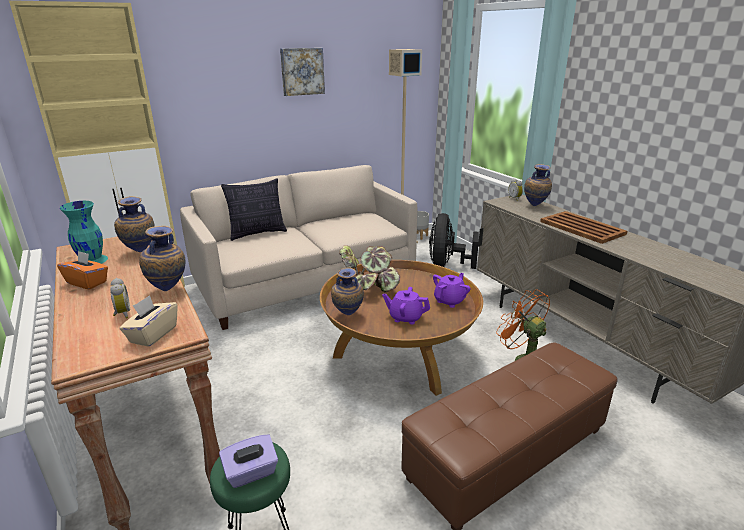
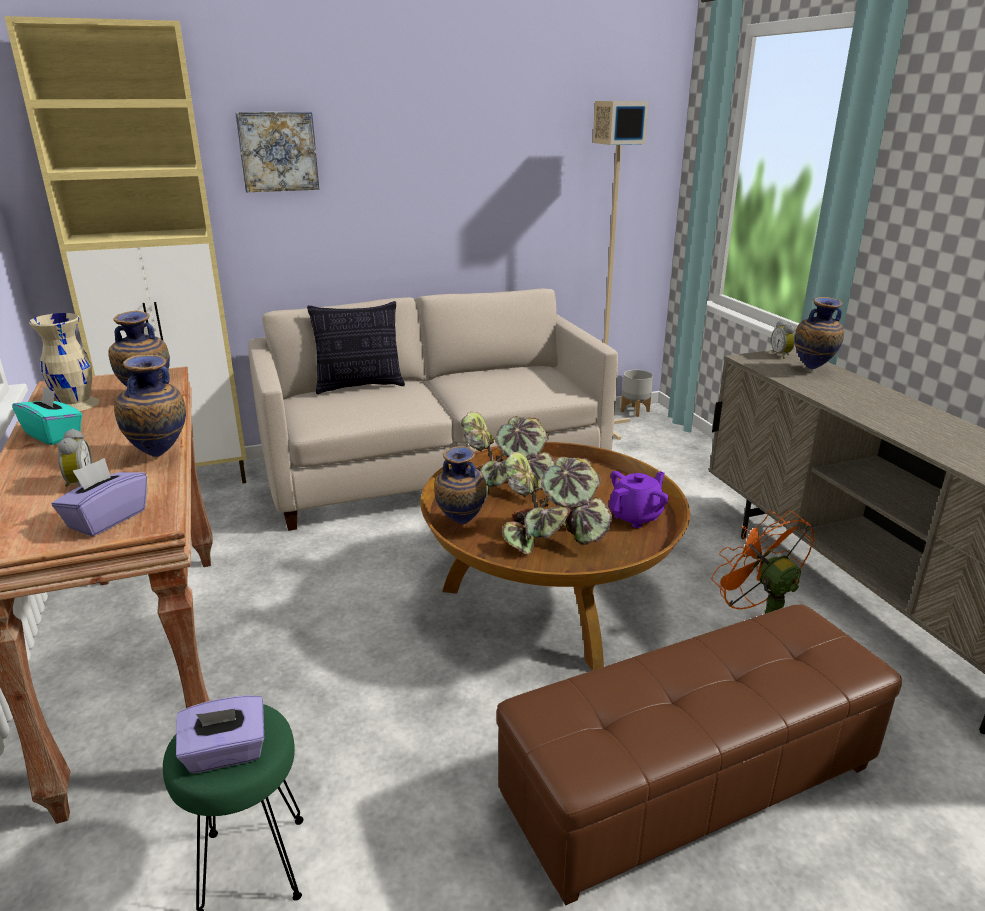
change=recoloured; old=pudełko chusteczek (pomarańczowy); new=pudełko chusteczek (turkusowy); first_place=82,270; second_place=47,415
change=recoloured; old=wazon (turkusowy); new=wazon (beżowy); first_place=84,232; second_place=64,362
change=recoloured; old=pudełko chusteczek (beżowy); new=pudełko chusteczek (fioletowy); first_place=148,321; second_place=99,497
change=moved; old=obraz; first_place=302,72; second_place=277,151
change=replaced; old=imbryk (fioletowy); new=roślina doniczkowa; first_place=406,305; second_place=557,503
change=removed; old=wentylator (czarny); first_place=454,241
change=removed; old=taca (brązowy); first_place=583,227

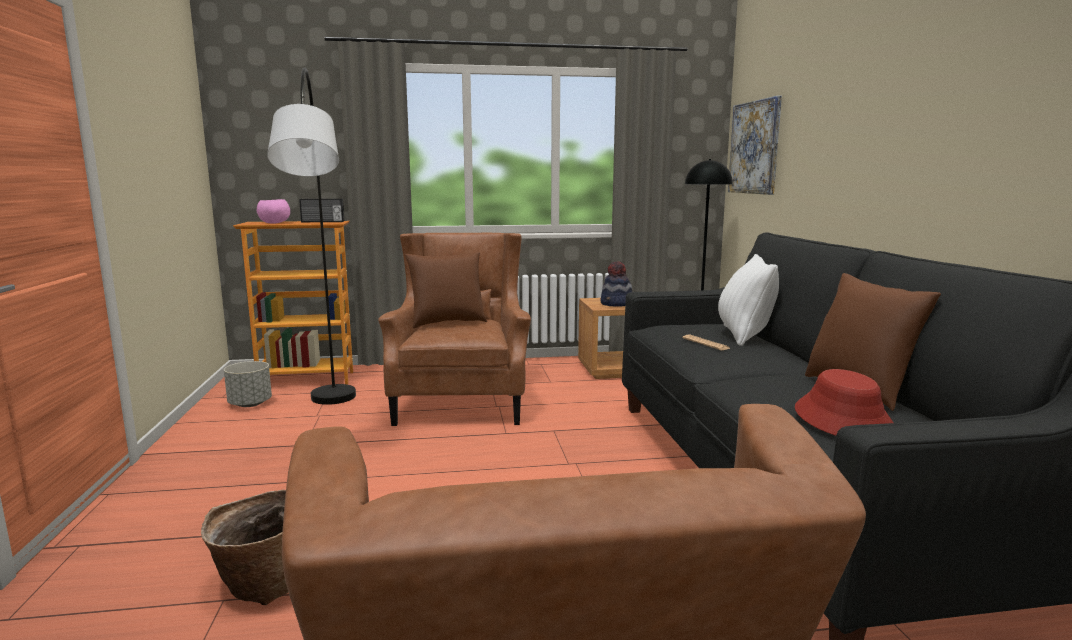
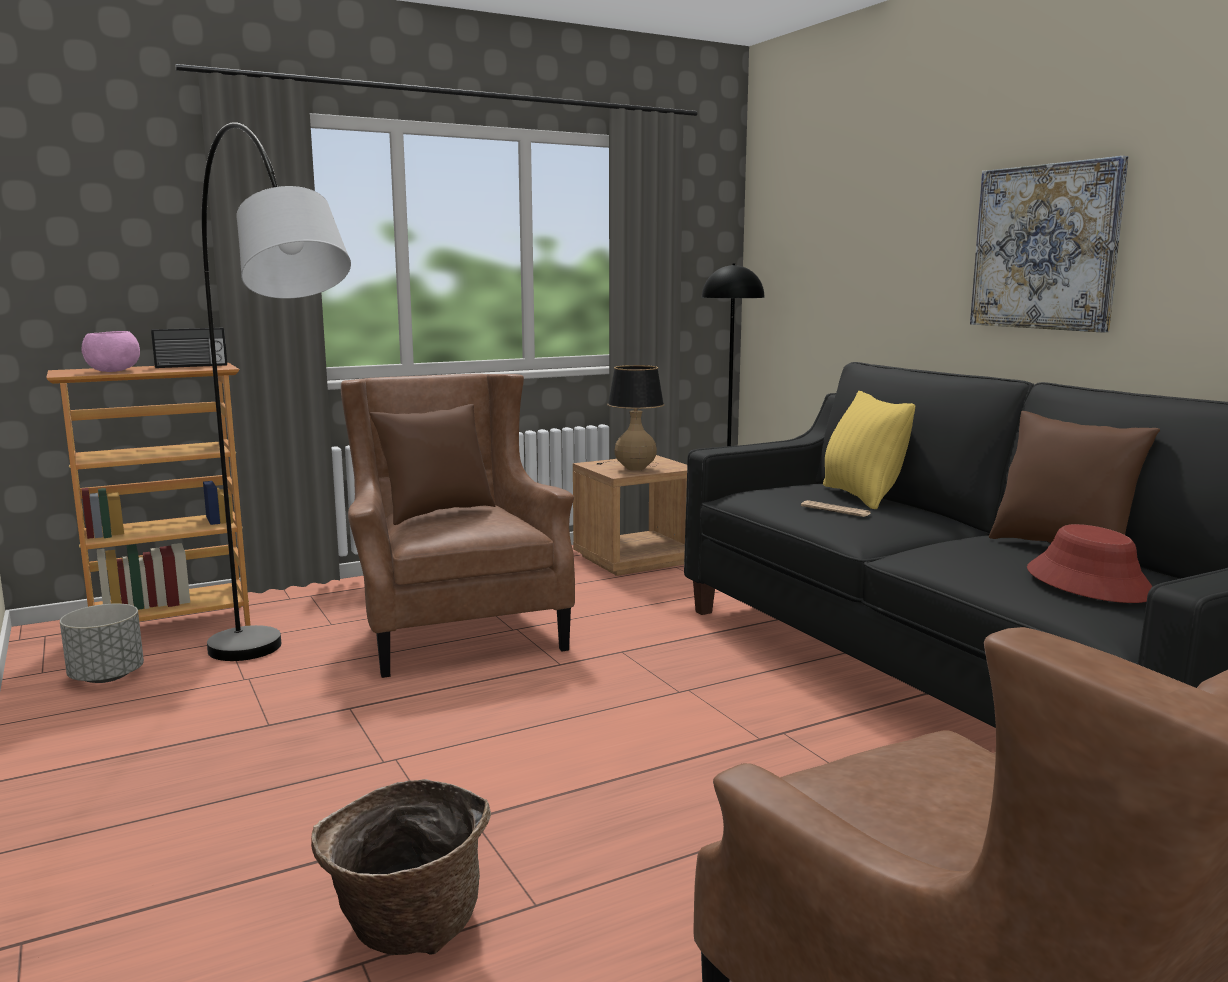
change=replaced; old=kapelusz; new=lampa stołowa; first_place=616,284; second_place=630,418
change=recoloured; old=poduszka (biały); new=poduszka (żółty); first_place=748,300; second_place=869,450
change=moved; old=obraz; first_place=755,145; second_place=1049,244

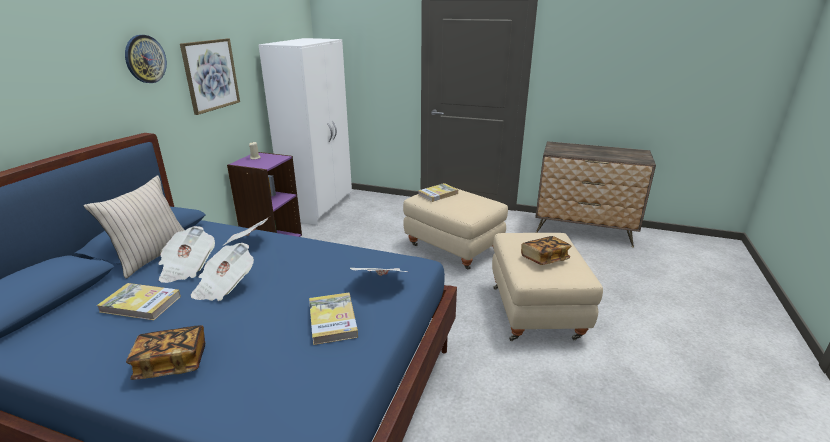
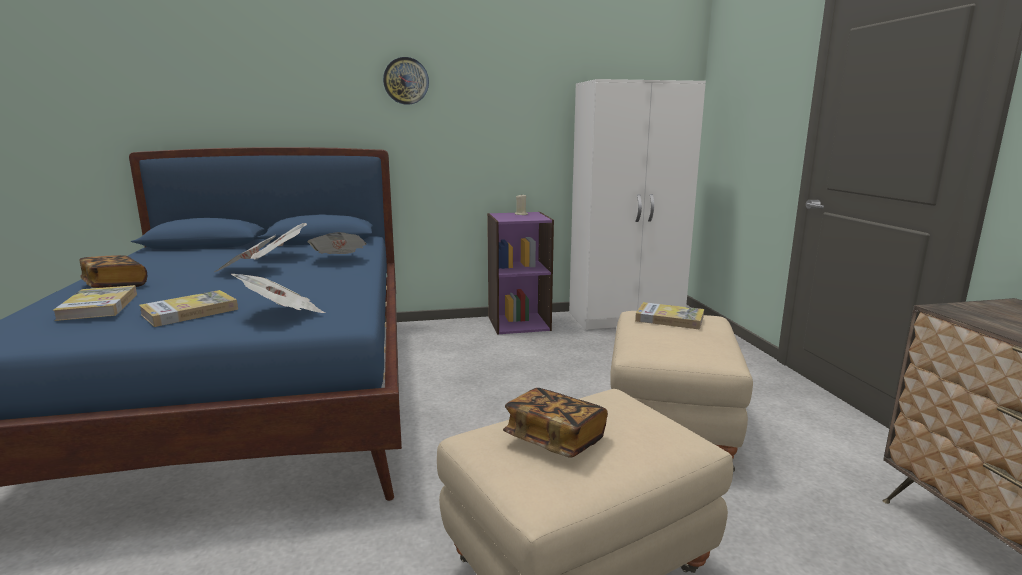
change=removed; old=poduszka (beżowy); first_place=133,227
change=moved; old=książka; first_place=139,301; second_place=94,303
change=removed; old=obraz; first_place=210,76

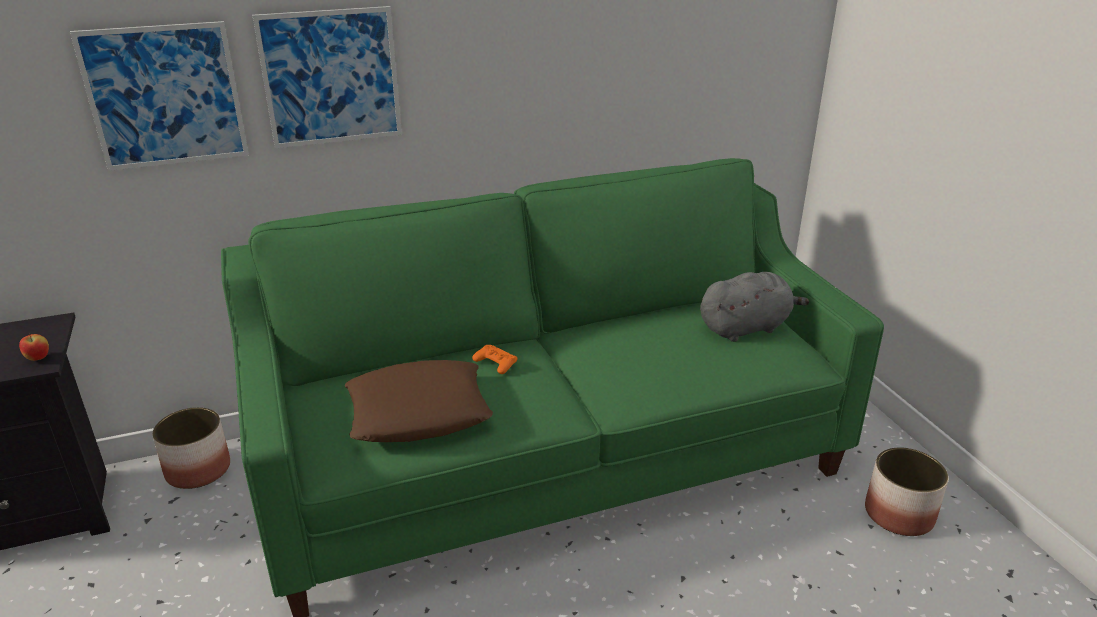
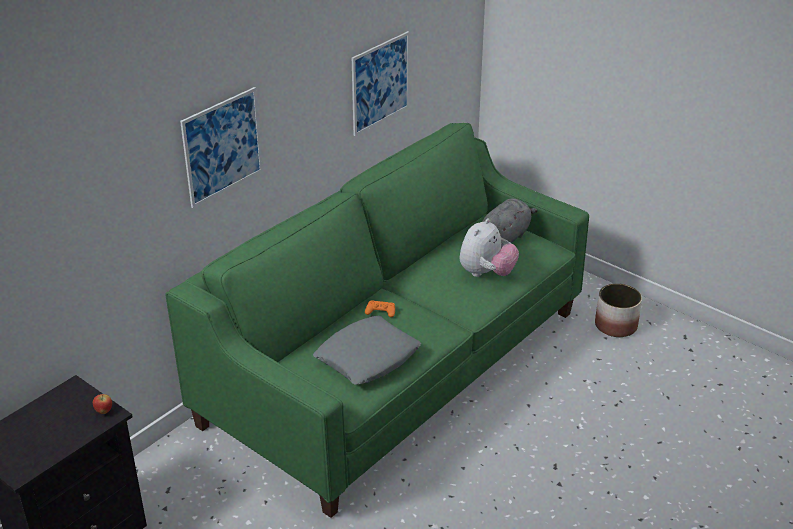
change=moved; old=obraz; first_place=159,96; second_place=380,83
change=removed; old=donica; first_place=191,448
change=recoloured; old=poduszka (brązowy); new=poduszka (szary); first_place=419,401; second_place=367,350
change=added; new=pluszak; second_place=489,247

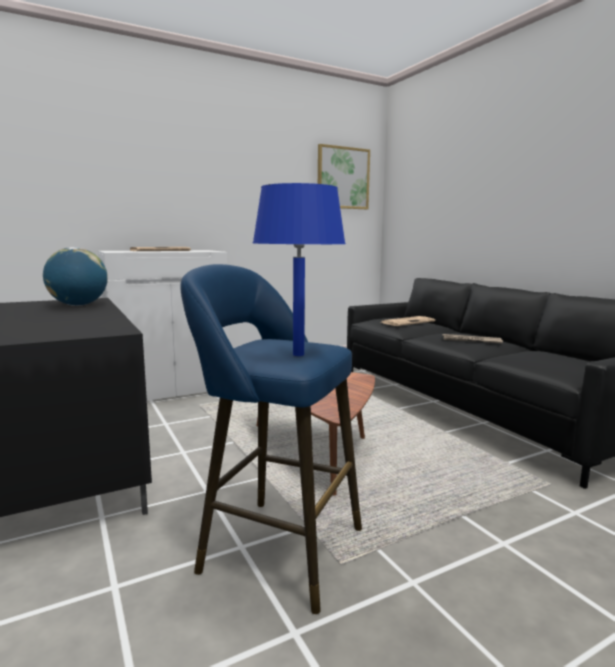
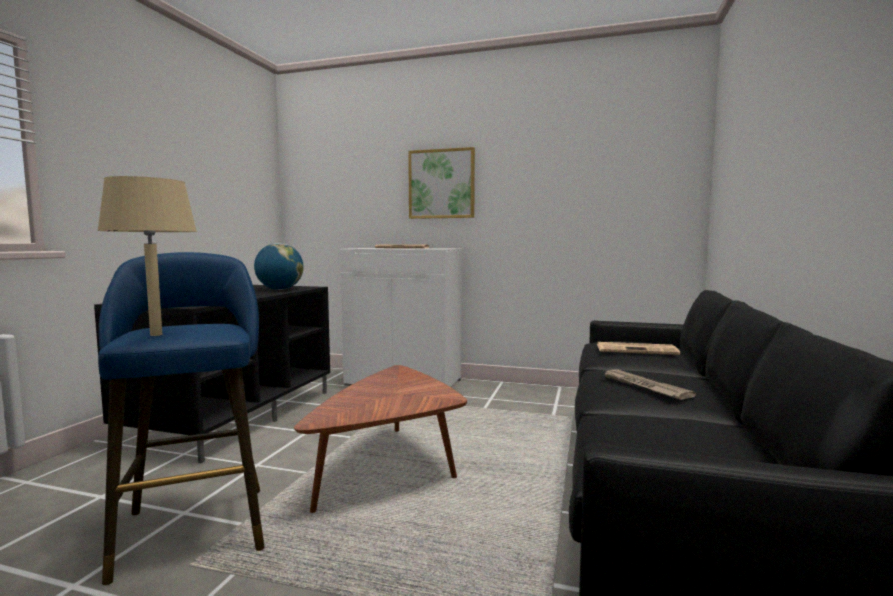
change=recoloured; old=lampa stołowa (niebieski); new=lampa stołowa (beżowy); first_place=299,269; second_place=147,256
change=moved; old=obraz; first_place=344,176; second_place=441,183

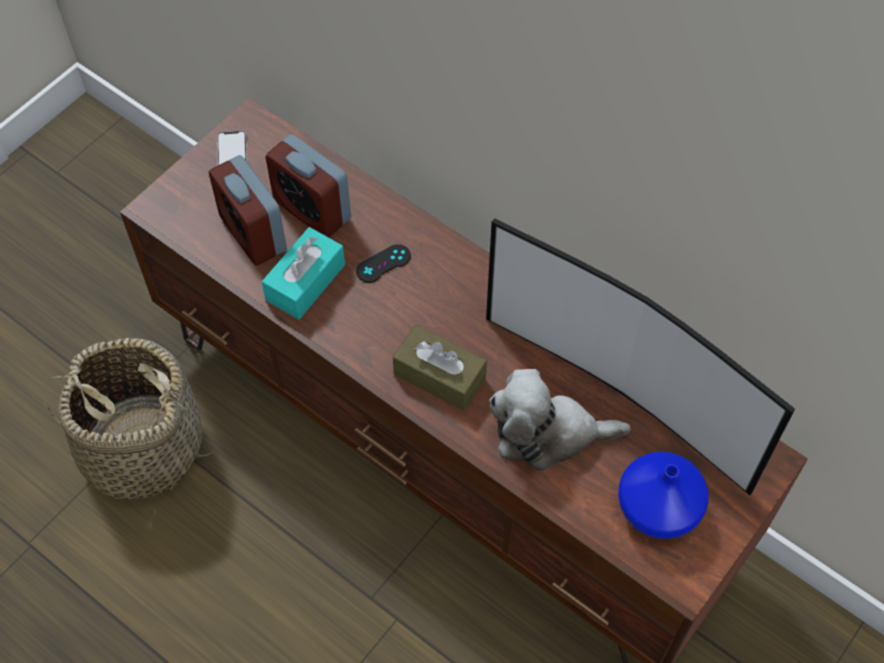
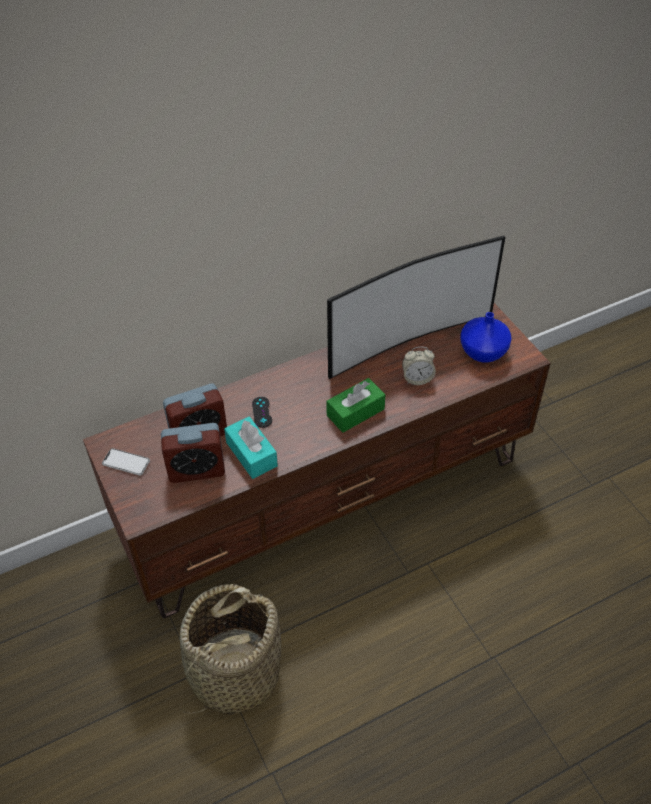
change=recoloured; old=pudełko chusteczek (brązowy); new=pudełko chusteczek (zielony); first_place=440,368; second_place=355,405
change=replaced; old=pluszak; new=budzik; first_place=560,420; second_place=419,366

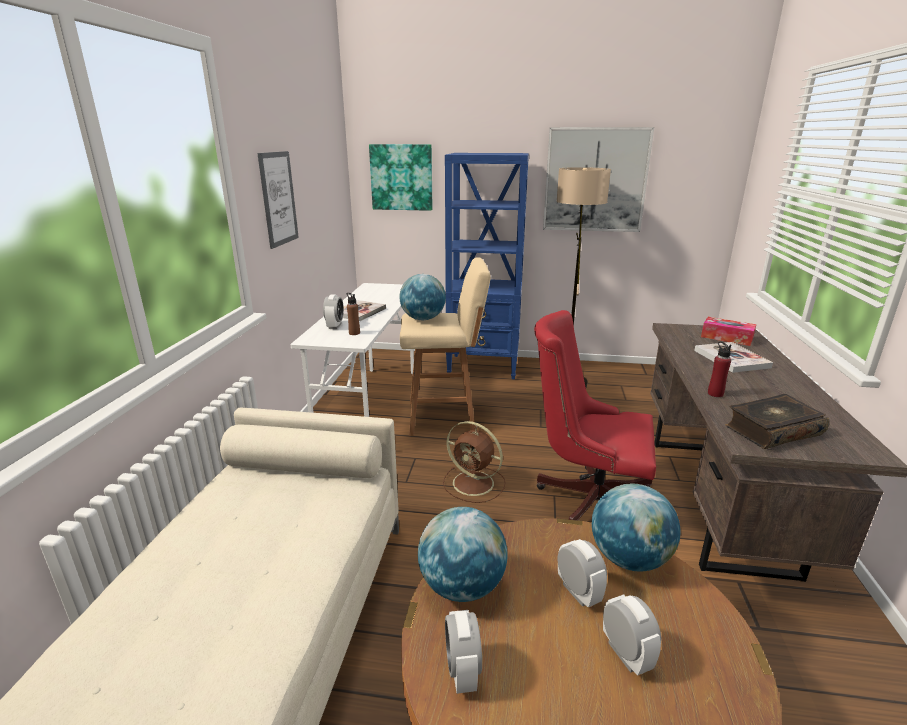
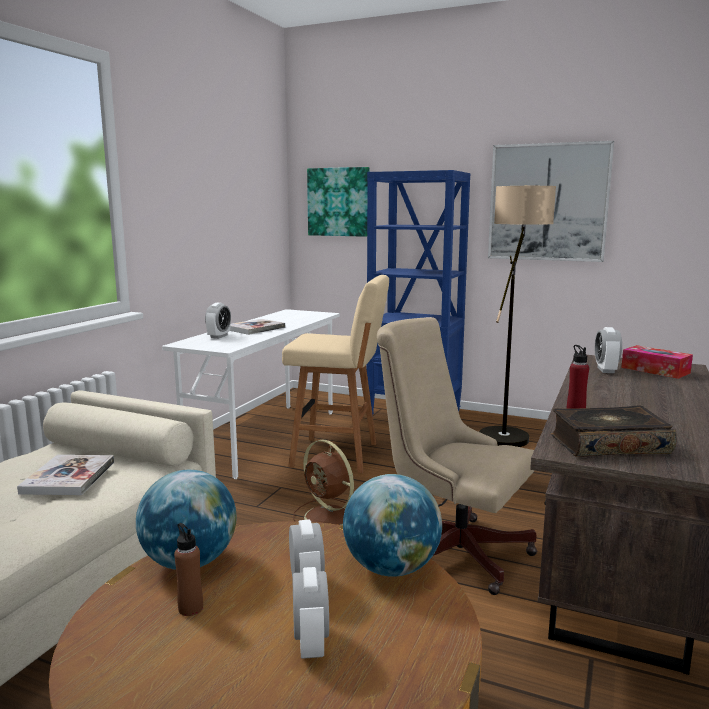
change=removed; old=obraz; first_place=278,200
change=moved; old=butelka (brązowy); first_place=353,314; second_place=188,569
change=removed; old=globus; first_place=422,297
change=moved; old=budzik; first_place=463,652; second_place=608,350
change=recoloured; old=krzesło biurowe (czerwony); new=krzesło biurowe (beżowy); first_place=595,415; second_place=457,456
change=moved; old=książka; first_place=733,357; second_place=65,475

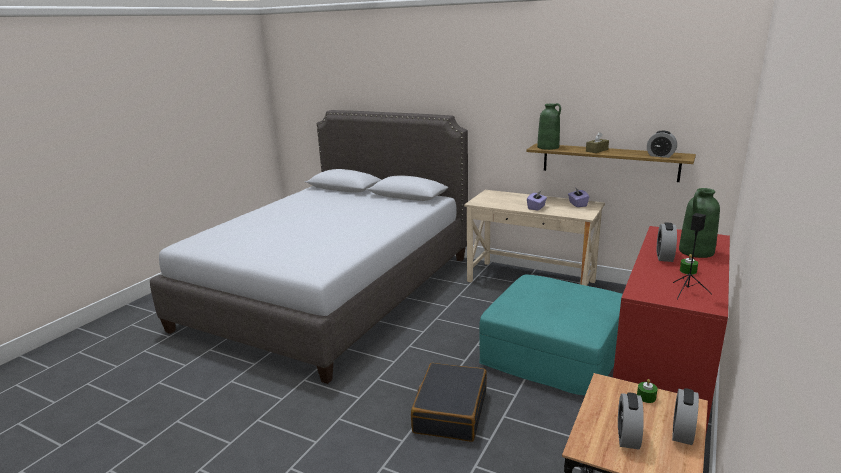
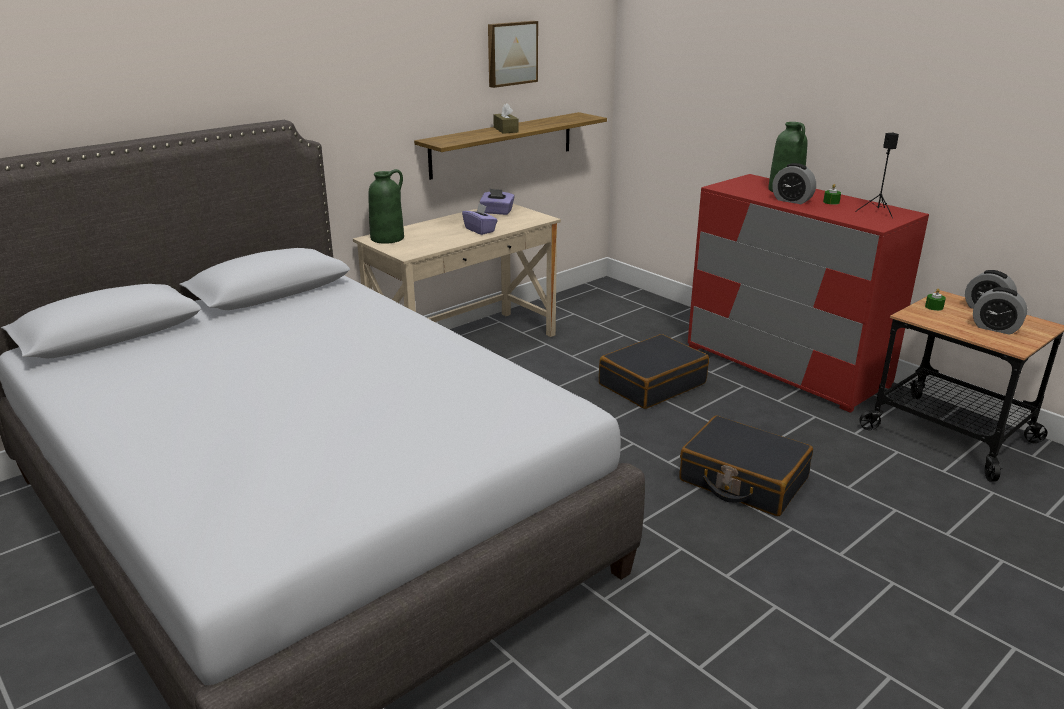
change=replaced; old=pufa (turkusowy); new=walizka (czarny); first_place=551,335; second_place=654,371
change=moved; old=wazon (zielony); first_place=549,126; second_place=386,206
change=removed; old=budzik; first_place=662,144
change=added; new=obraz; second_place=513,54

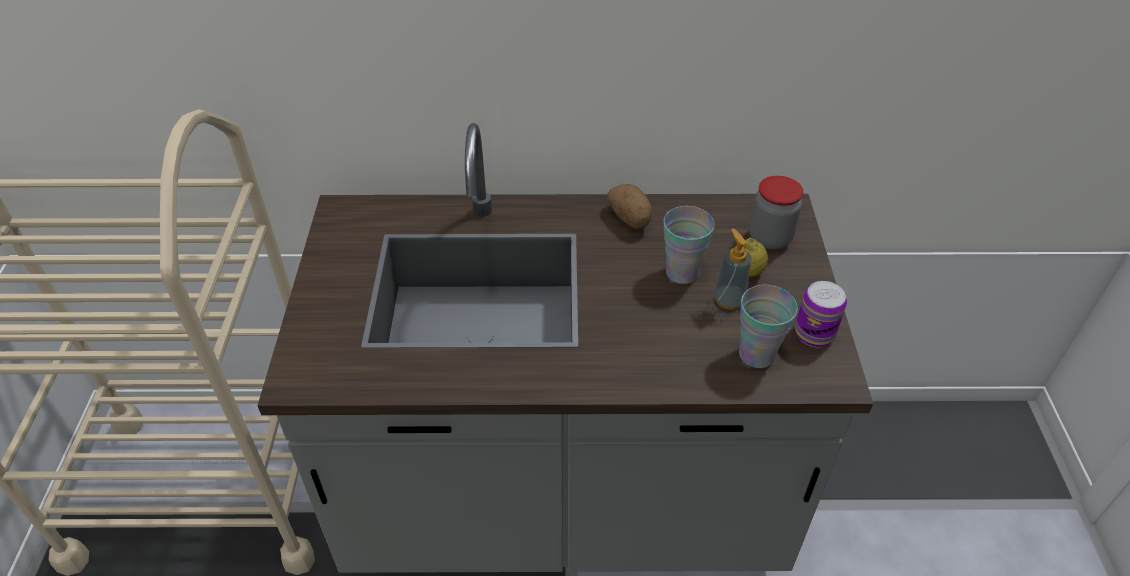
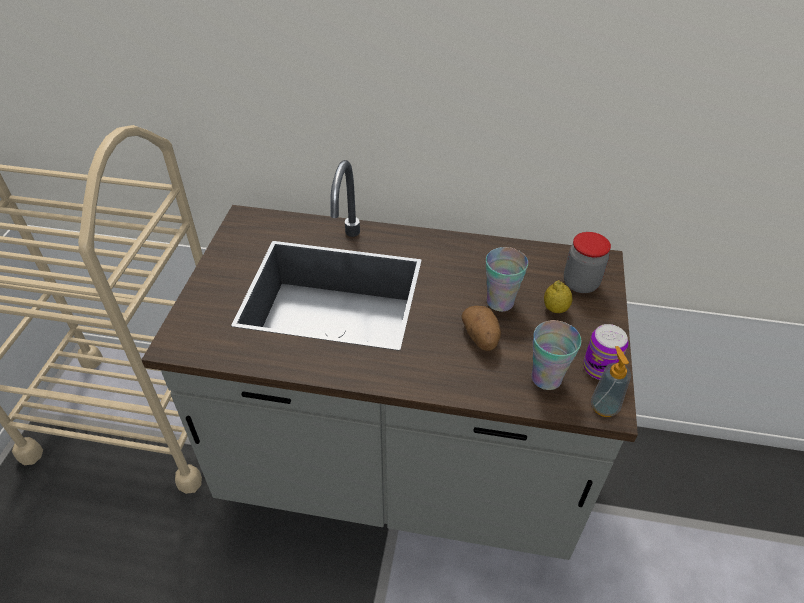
change=moved; old=ziemniak; first_place=629,206; second_place=481,328
change=moved; old=dozownik mydła; first_place=733,269; second_place=611,381

